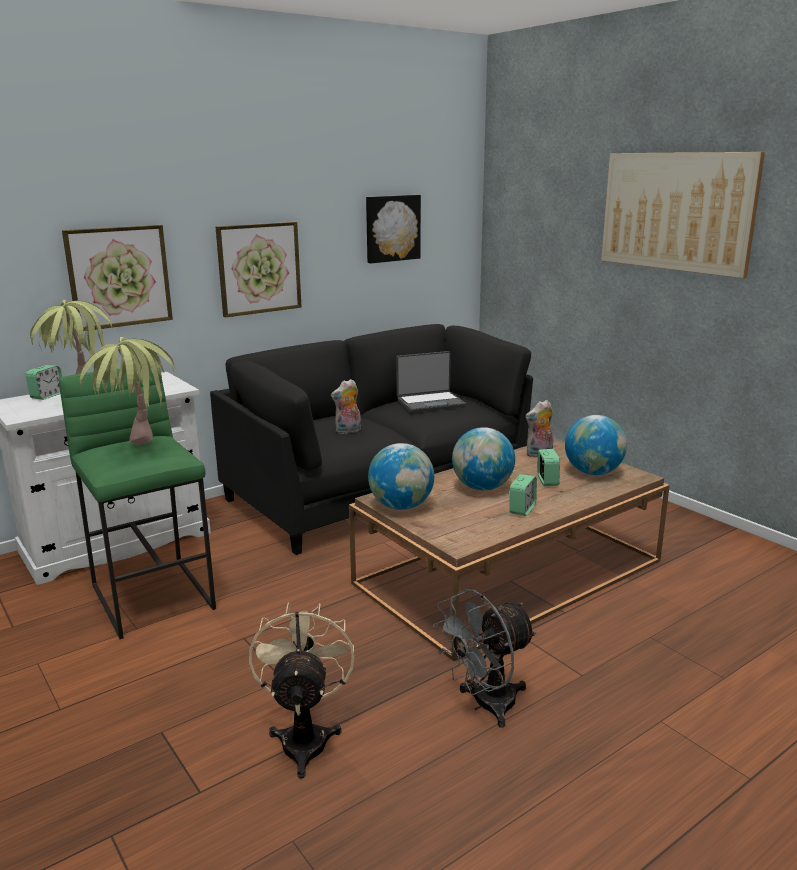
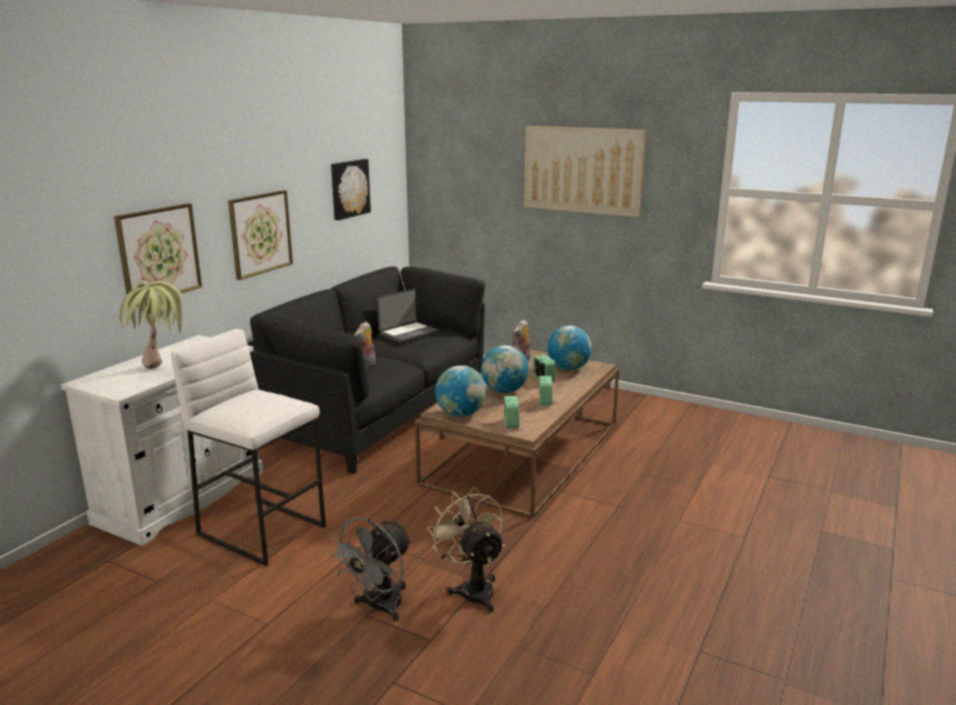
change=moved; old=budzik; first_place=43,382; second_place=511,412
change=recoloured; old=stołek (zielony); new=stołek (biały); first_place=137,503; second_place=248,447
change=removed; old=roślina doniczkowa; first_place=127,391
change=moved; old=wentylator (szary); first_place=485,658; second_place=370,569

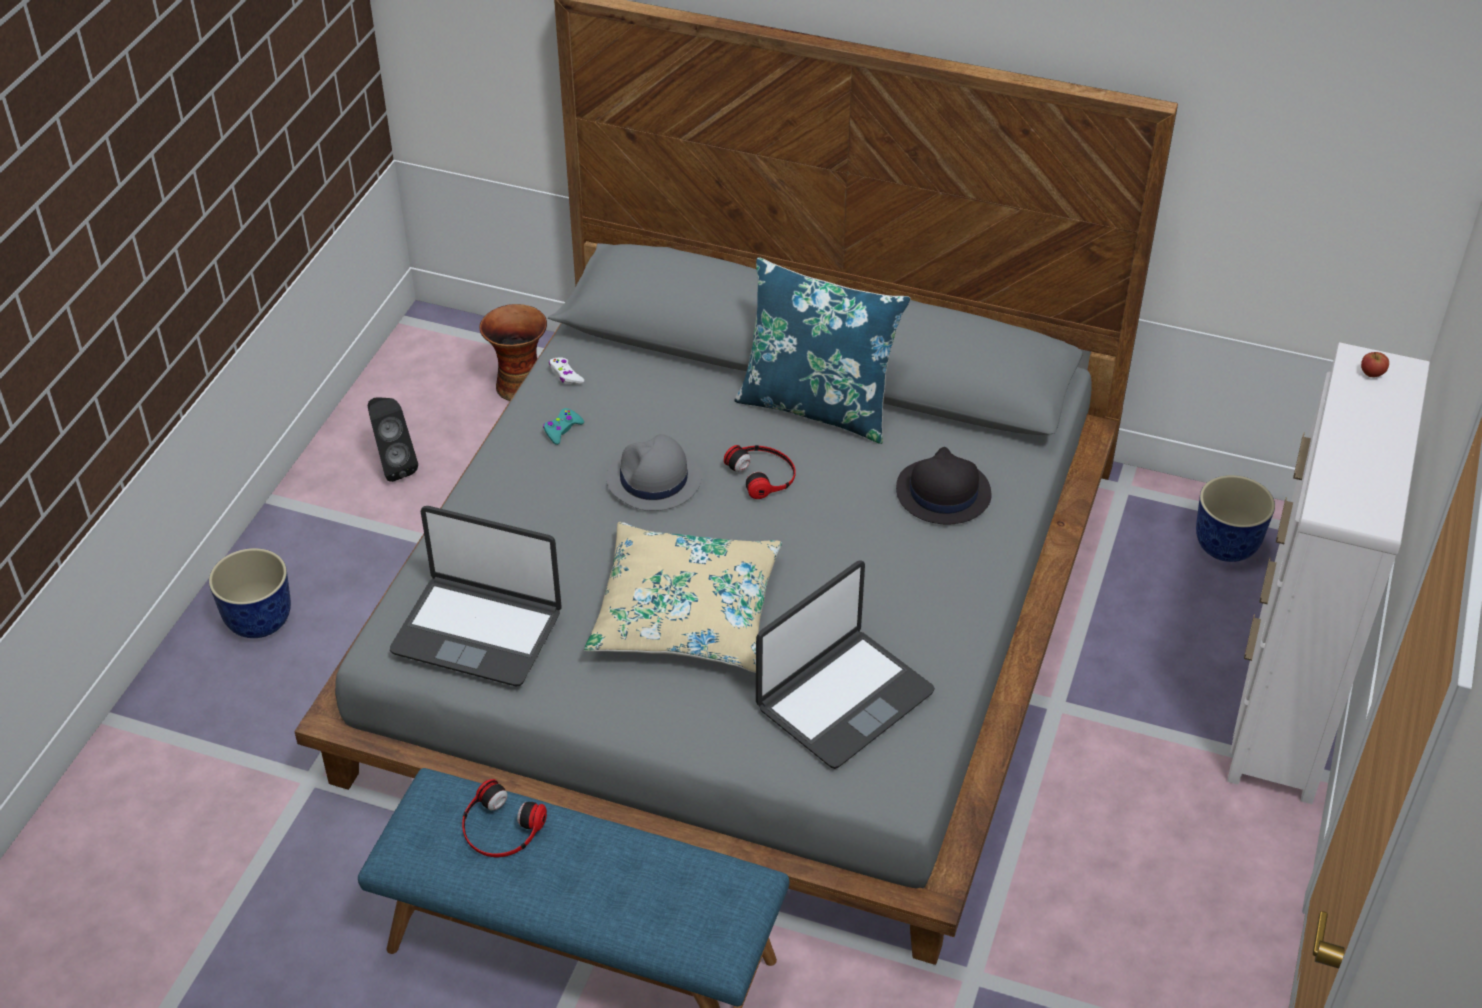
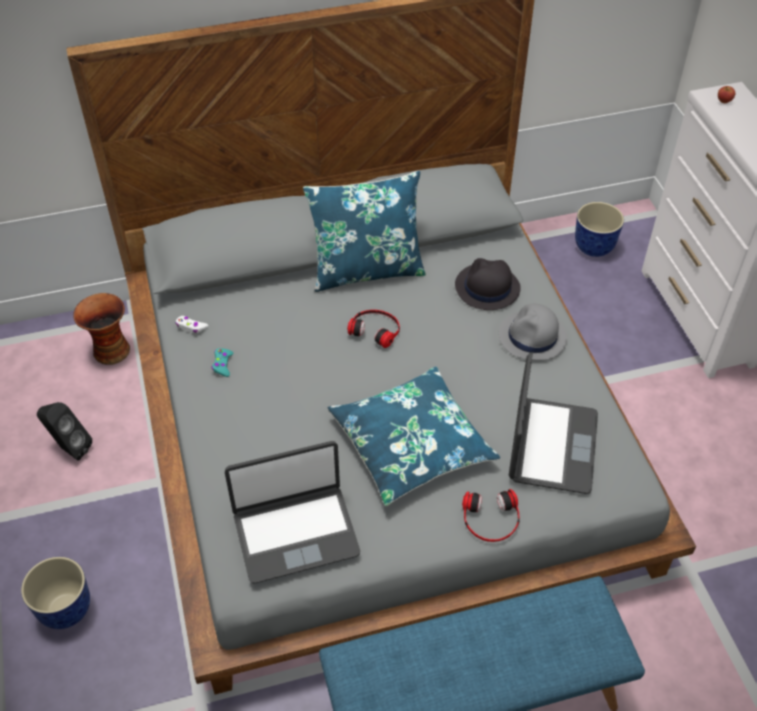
change=moved; old=słuchawki; first_place=504,818; second_place=491,515
change=recoloured; old=poduszka (beżowy); new=poduszka (niebieski); first_place=683,597; second_place=413,436
change=moved; old=kapelusz (szary); first_place=653,472; second_place=533,332

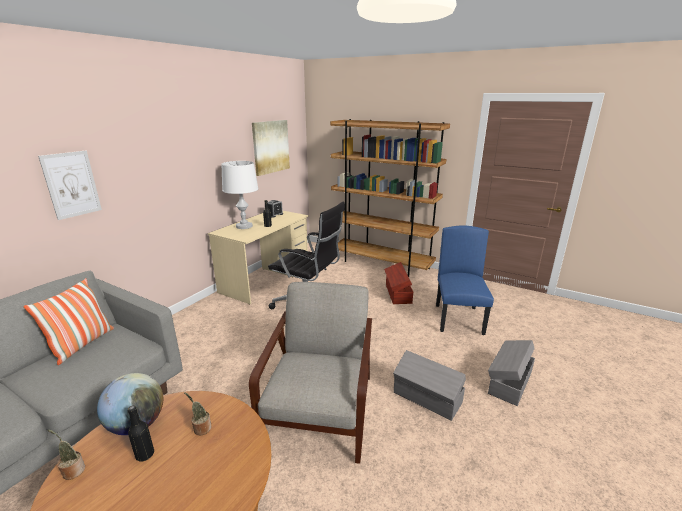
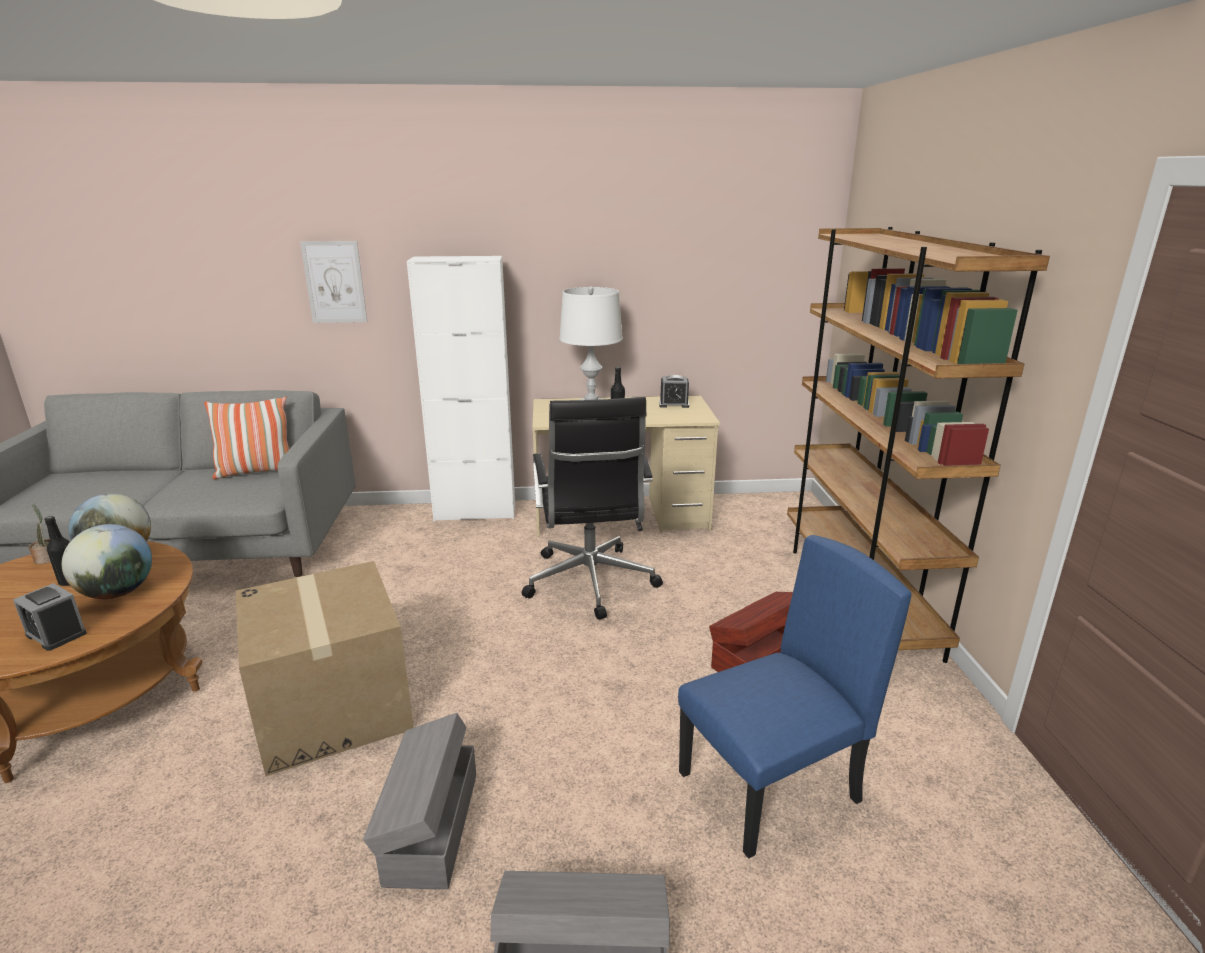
change=replaced; old=roślina doniczkowa; new=globus; first_place=198,414; second_place=107,561
change=replaced; old=fotel (szary); new=karton; first_place=310,373; second_place=325,668
change=removed; old=obraz; first_place=271,148
change=added; new=budzik; second_place=50,617
change=added; new=szafka (biały); second_place=461,388

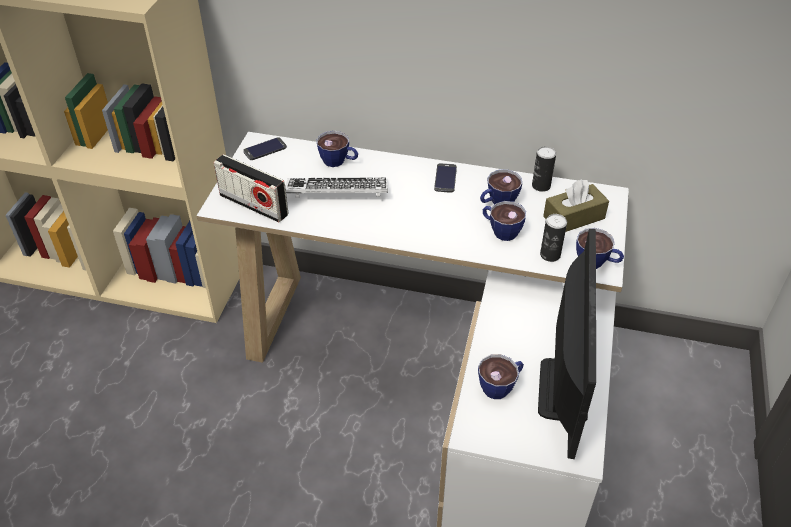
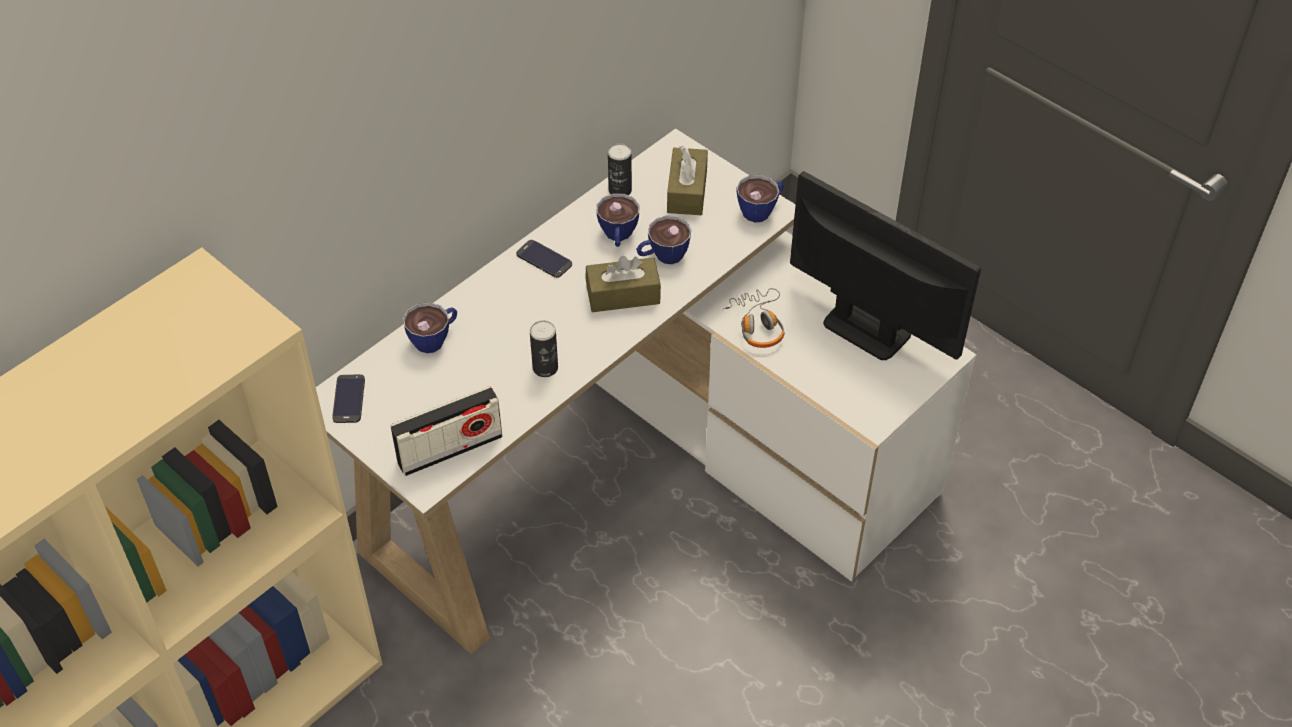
change=removed; old=klawiatura; first_place=336,187
change=removed; old=filiżanka; first_place=501,376
change=moved; old=puszka; first_place=553,238; second_place=544,348
change=added; new=pudełko chusteczek (brązowy); second_place=623,284
change=added; new=słuchawki; second_place=753,318

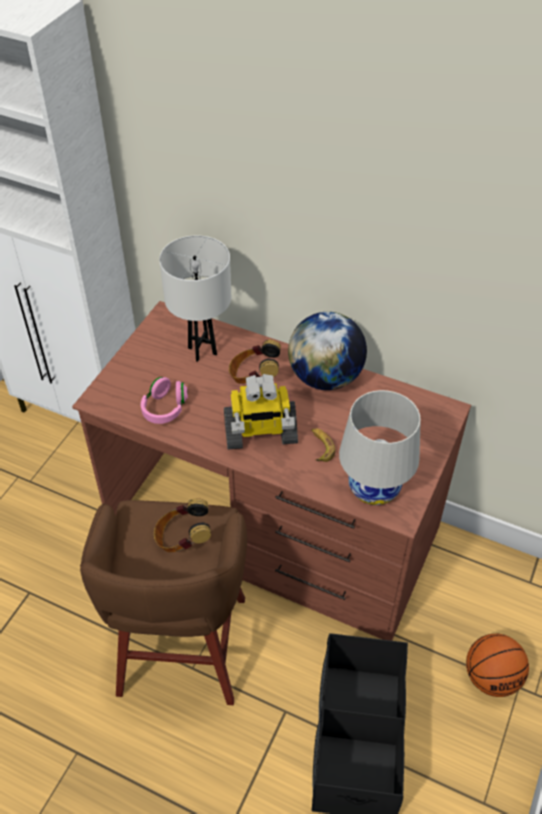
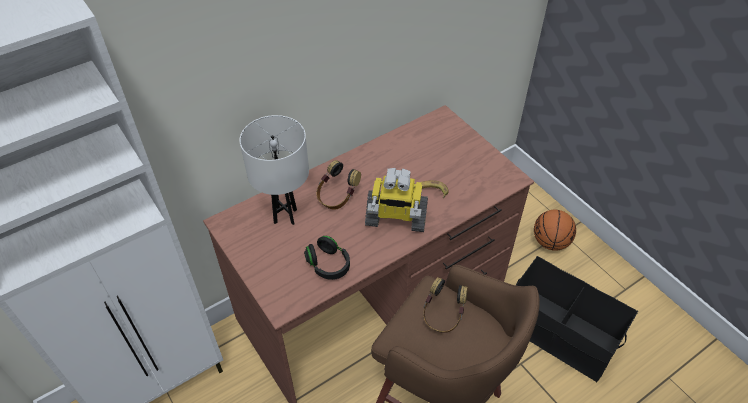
change=recoloured; old=słuchawki (różowy); new=słuchawki (czarny); first_place=164,400; second_place=327,258
change=turned; old=robot zabawkowy; first_place=261,411; second_place=396,200; degrees=75
change=removed; old=globus; first_place=327,351
change=removed; old=lampa stołowa (biały); first_place=380,447

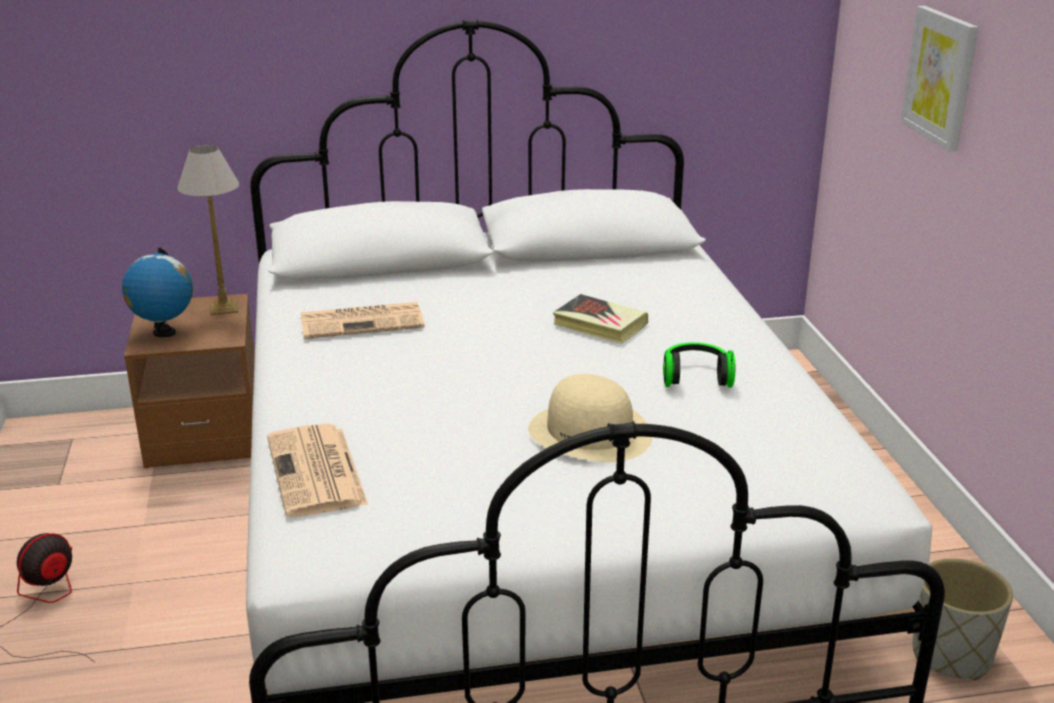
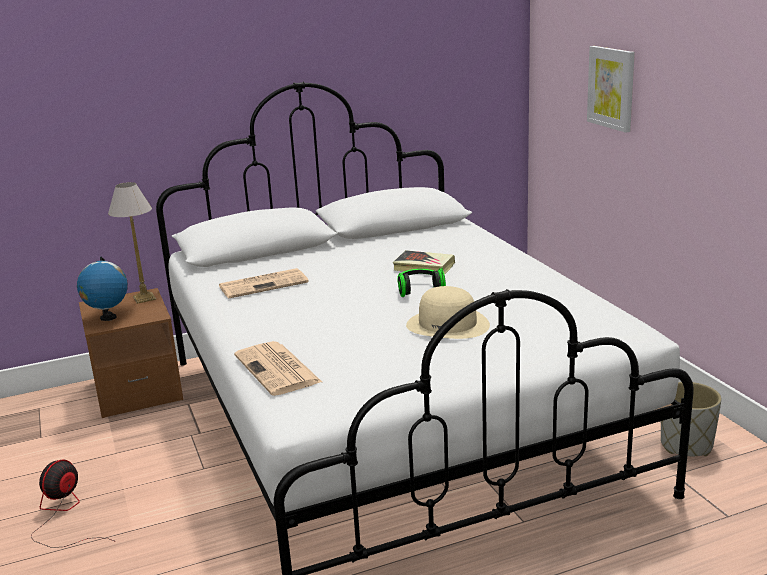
change=moved; old=słuchawki; first_place=699,365; second_place=421,282

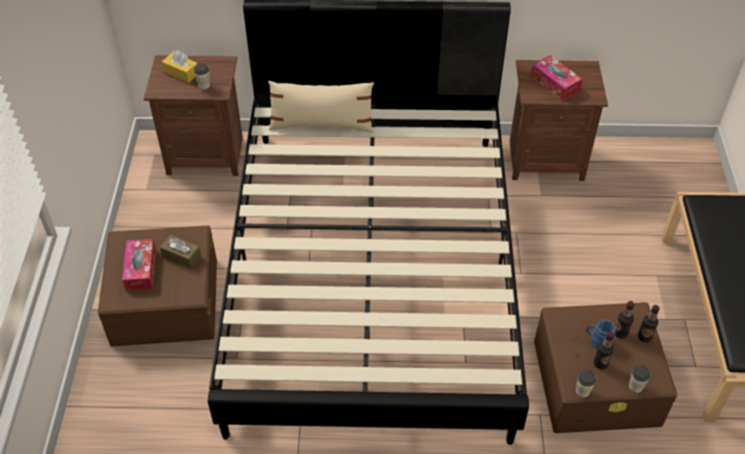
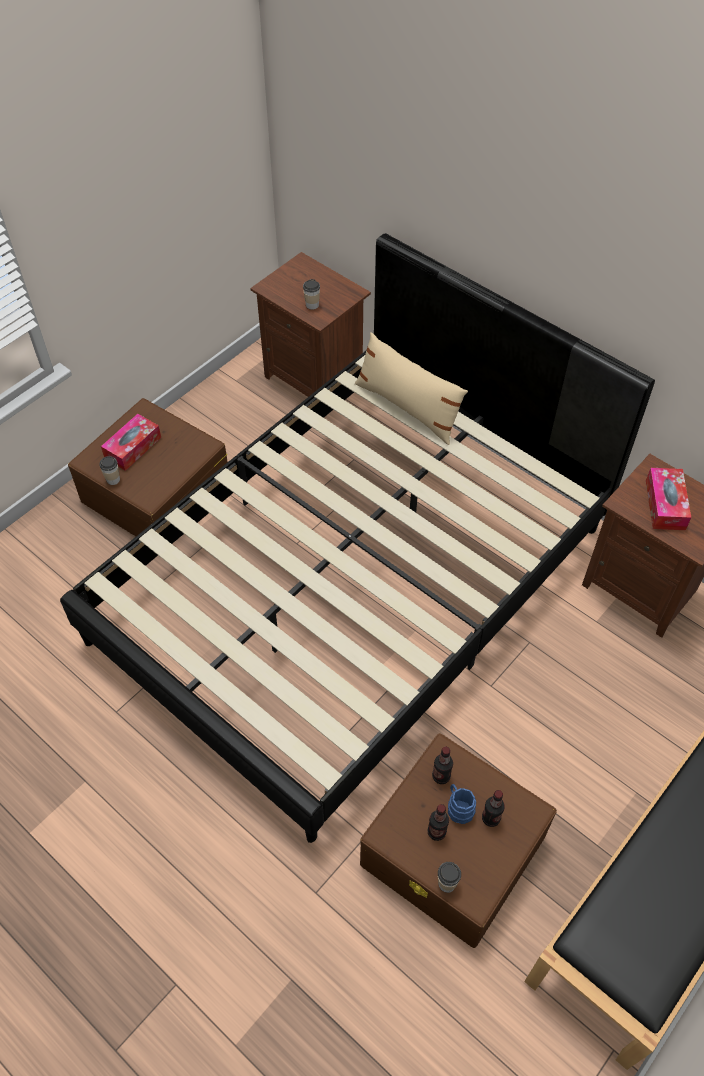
change=removed; old=pudełko chusteczek (brązowy); first_place=180,251
change=removed; old=pudełko chusteczek (żółty); first_place=179,66
change=moved; old=filiżanka; first_place=586,384; second_place=109,470
change=moved; old=butelka; first_place=648,323; second_place=442,765

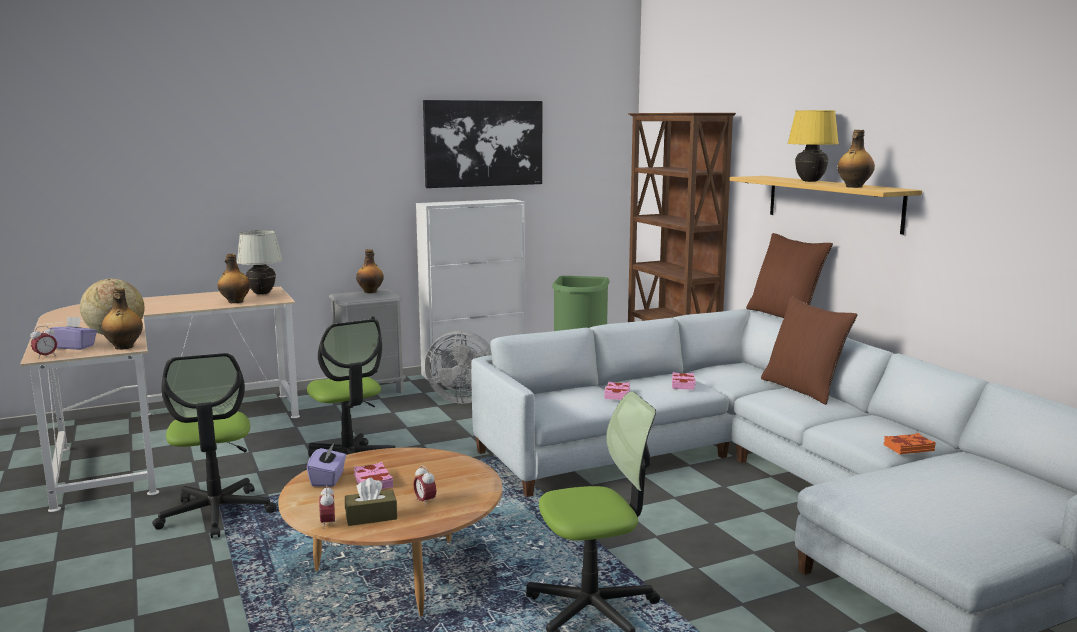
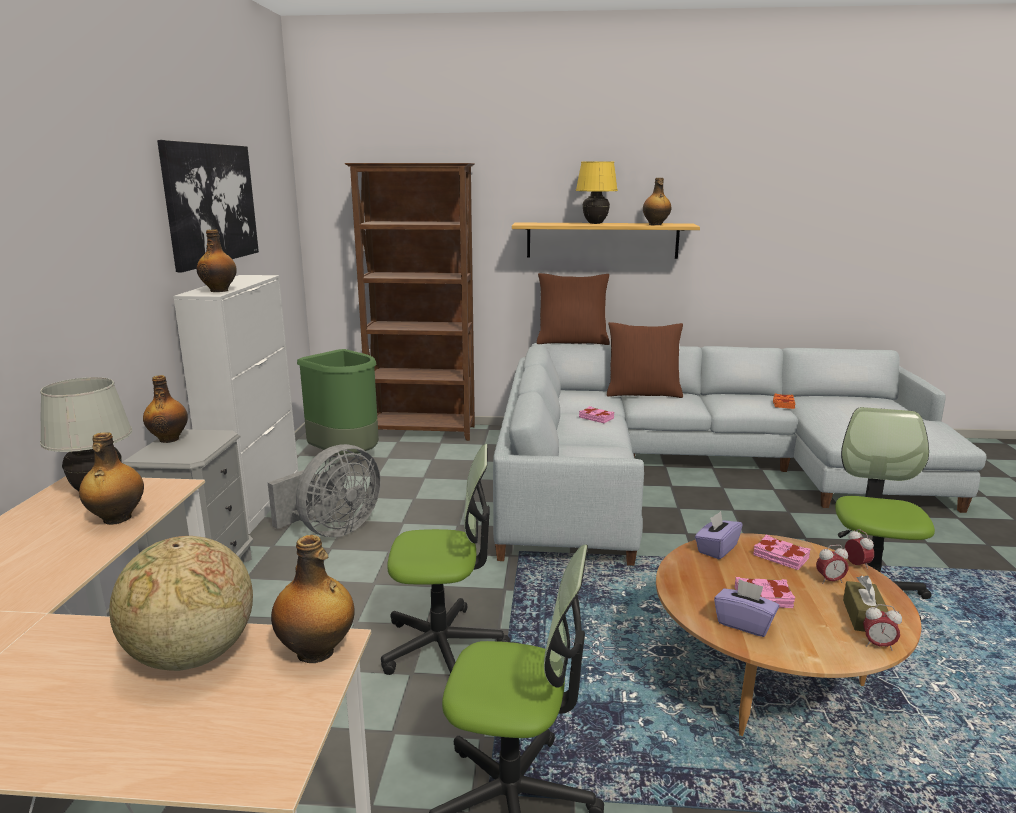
change=moved; old=budzik; first_place=43,342; second_place=859,549
change=moved; old=pudełko chusteczek (fioletowy); first_place=73,333; second_place=719,535
change=moved; old=książka (różowy); first_place=617,391; second_place=781,552
change=added; new=butelka; second_place=217,260

